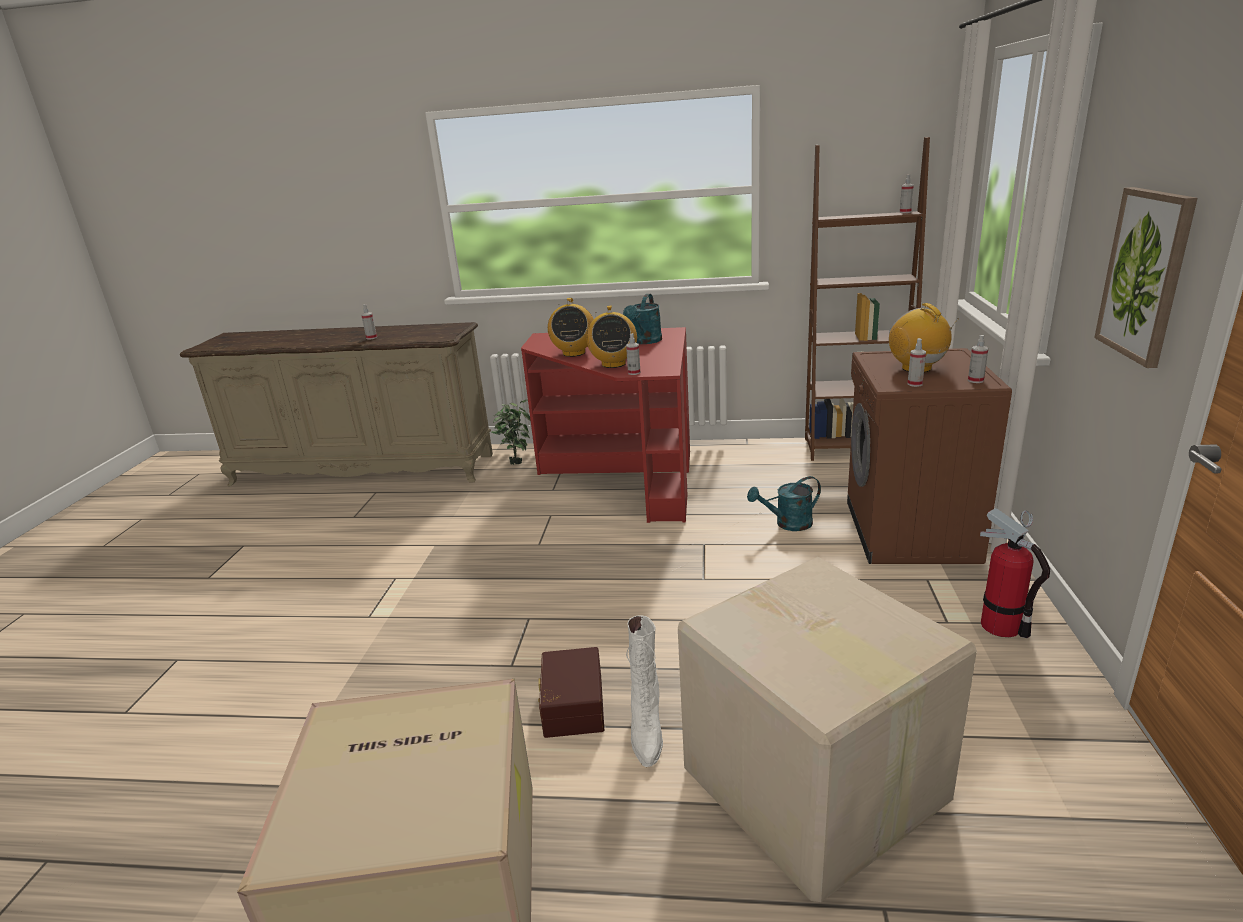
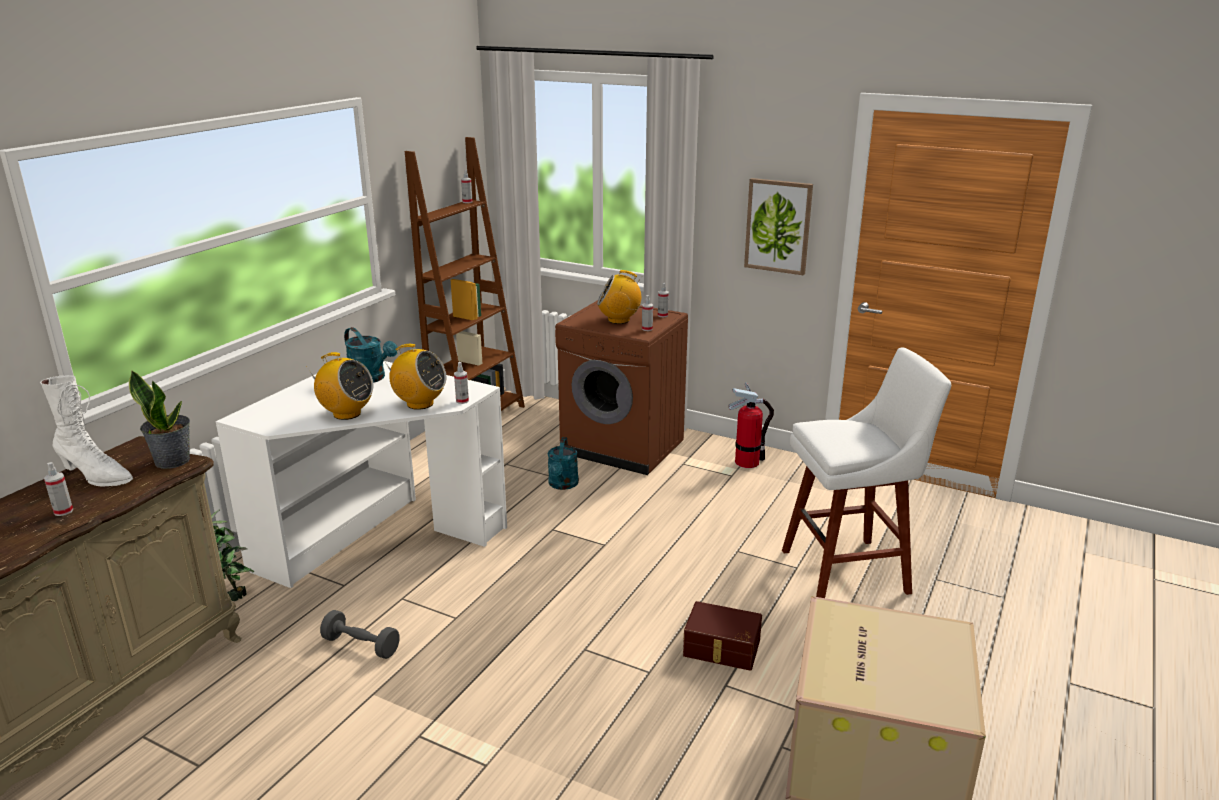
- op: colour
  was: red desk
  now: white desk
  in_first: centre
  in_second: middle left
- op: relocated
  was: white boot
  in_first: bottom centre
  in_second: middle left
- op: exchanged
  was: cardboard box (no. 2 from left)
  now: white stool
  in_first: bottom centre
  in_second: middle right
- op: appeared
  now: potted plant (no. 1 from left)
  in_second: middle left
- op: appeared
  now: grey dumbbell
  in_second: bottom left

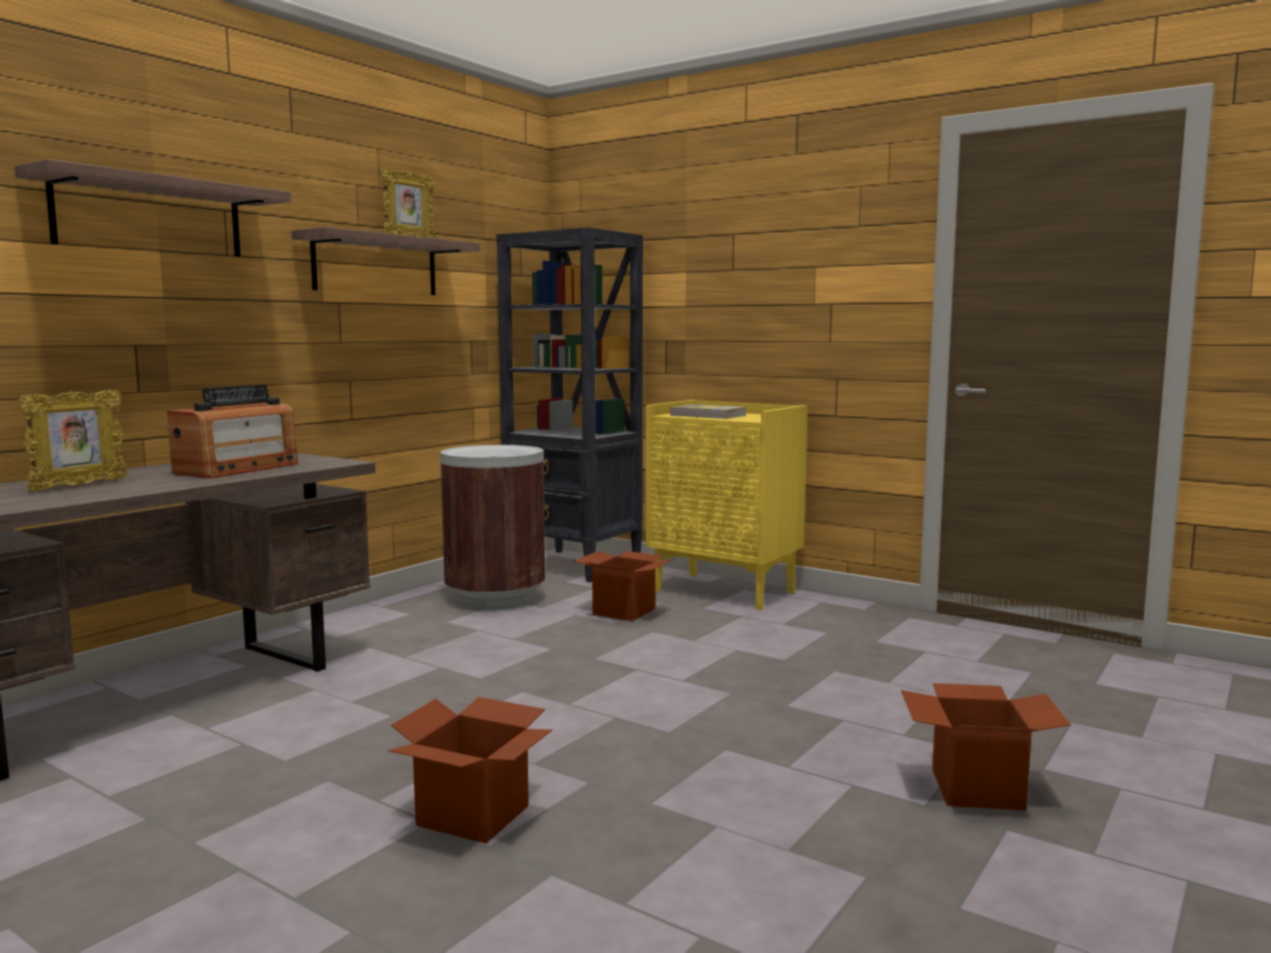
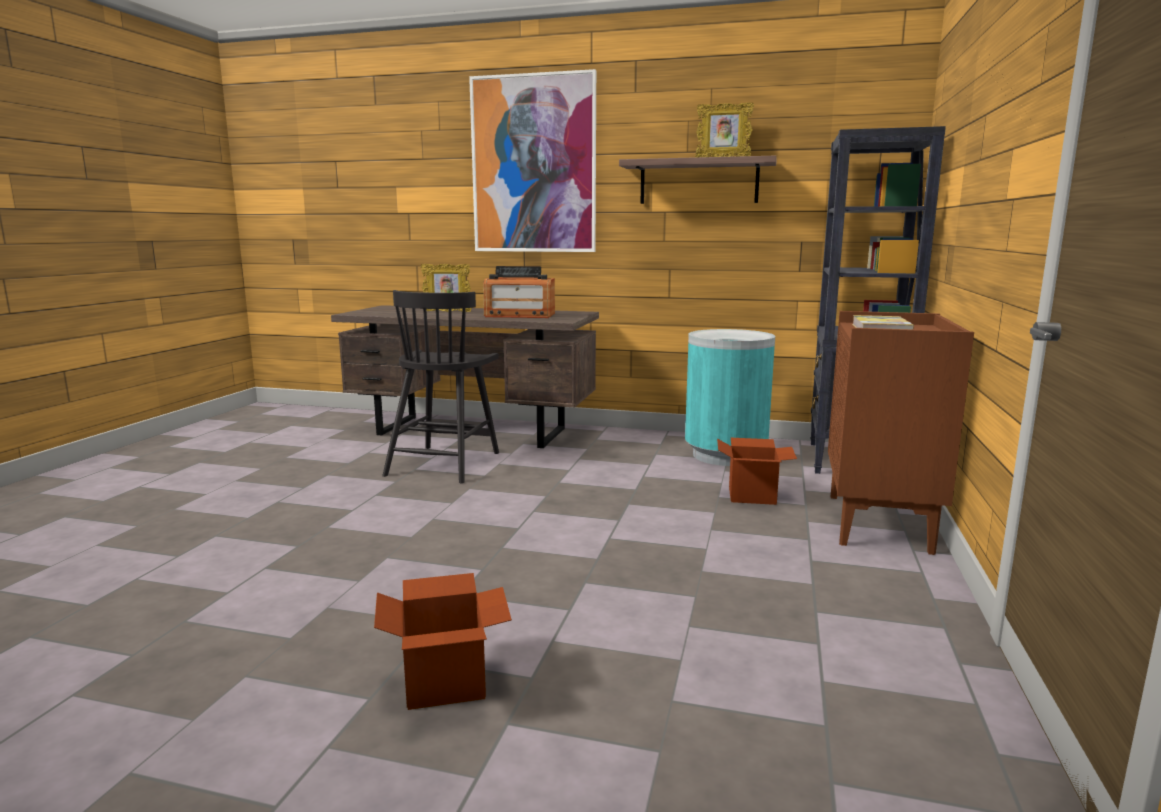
- op: exchanged
  was: shelf (no. 1 from left)
  now: picture
  in_first: top left
  in_second: top centre
- op: missing
  was: cardboard box (no. 1 from left)
  in_first: bottom centre
- op: colour
  was: brown trash can
  now: turquoise trash can
  in_first: centre
  in_second: centre
- op: colour
  was: yellow cabinet
  now: brown cabinet
  in_first: centre
  in_second: middle right
- op: appeared
  now: black chair
  in_second: centre

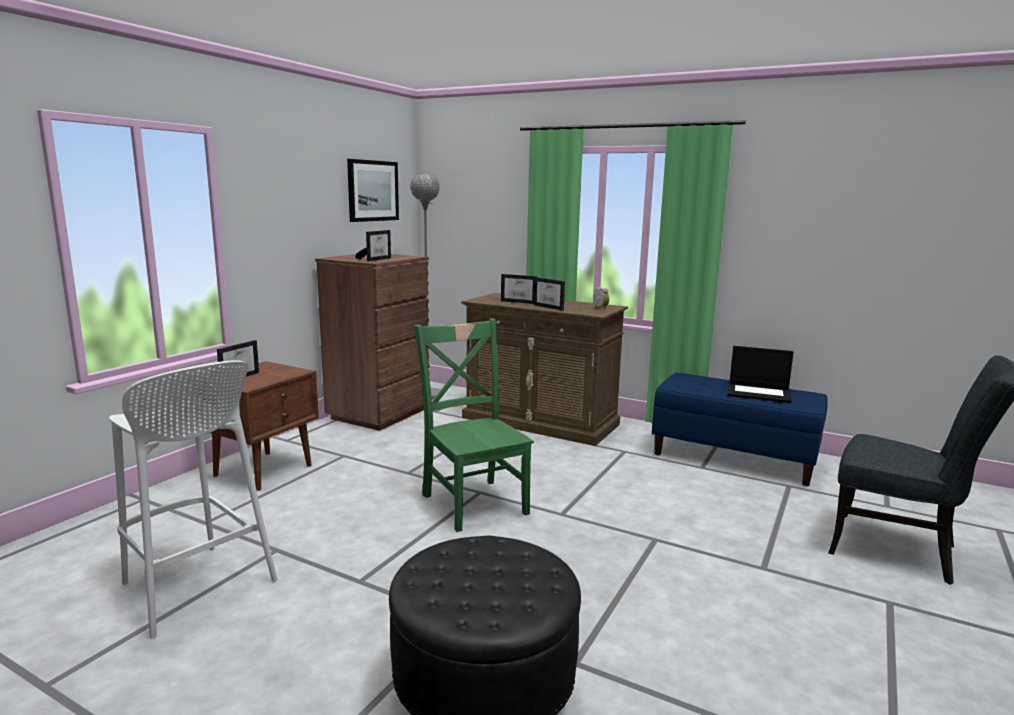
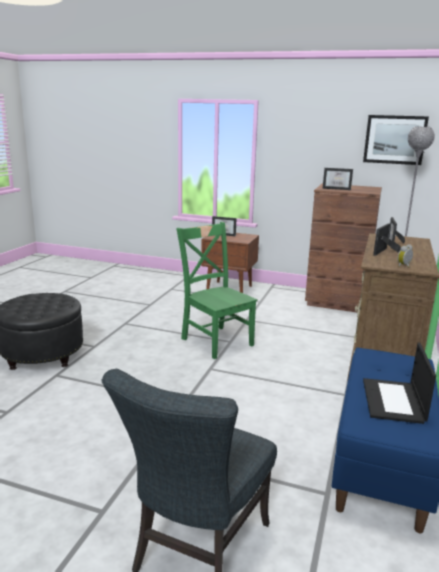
- op: missing
  was: white stool
  in_first: bottom left
- op: spun
  was: green chair
  in_first: centre
  in_second: centre
  clockwise: -90

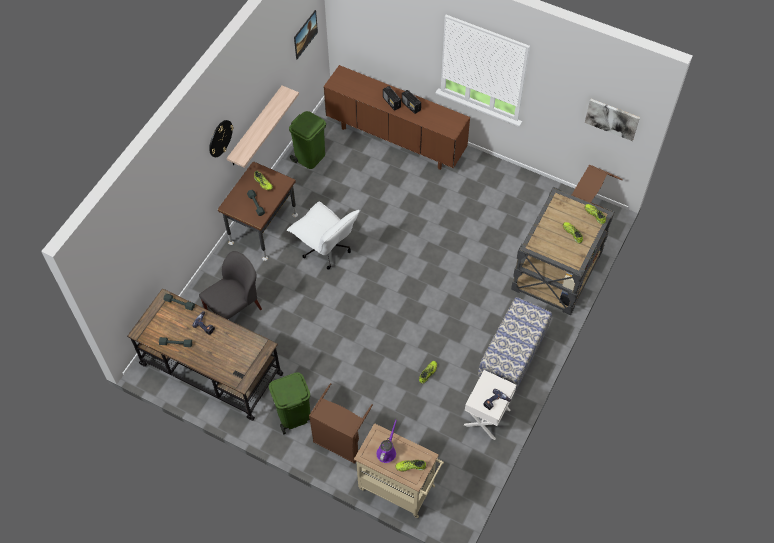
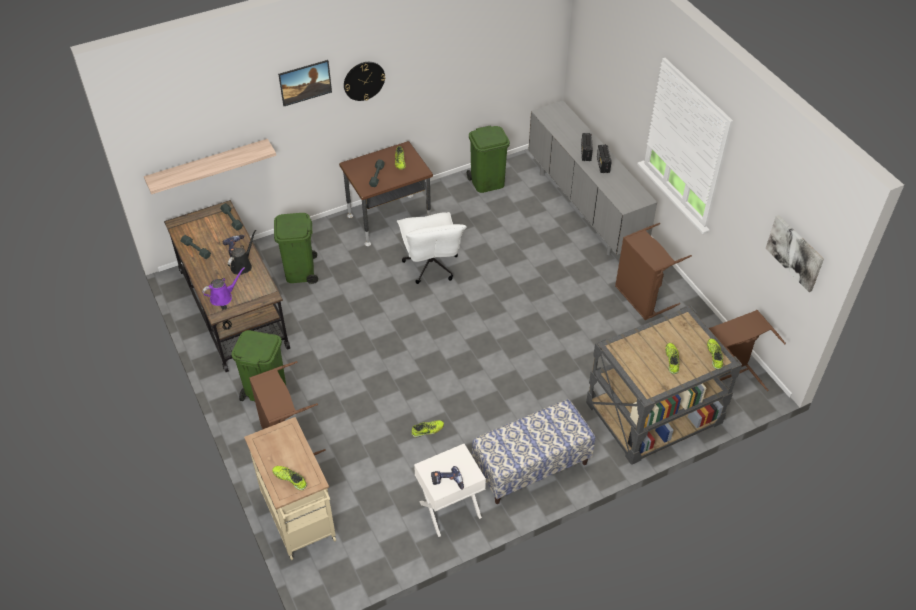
- op: exchanged
  was: grey chair
  now: green trash can (no. 2 from left)
  in_first: middle left
  in_second: middle left
- op: relocated
  was: shelf
  in_first: top centre
  in_second: top left
- op: relocated
  was: picture (no. 1 from left)
  in_first: top centre
  in_second: top left
- op: colour
  was: brown cabinet
  now: grey cabinet
  in_first: top centre
  in_second: top centre
- op: relocated
  was: purple watering can
  in_first: bottom centre
  in_second: middle left
- op: appeared
  now: black watering can
  in_second: middle left
- op: appeared
  now: brown laundry basket (no. 2 from left)
  in_second: middle right

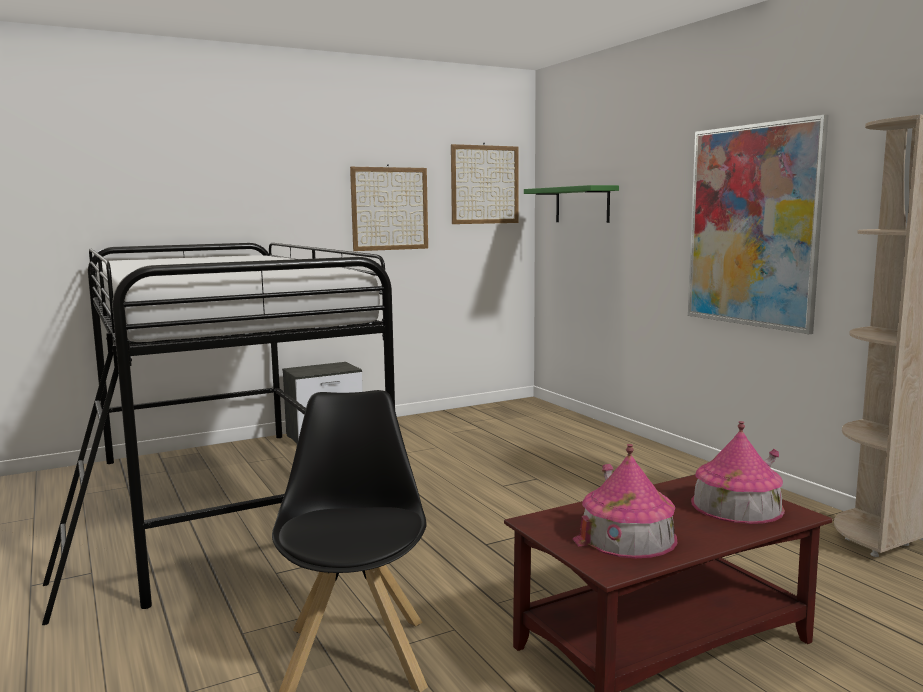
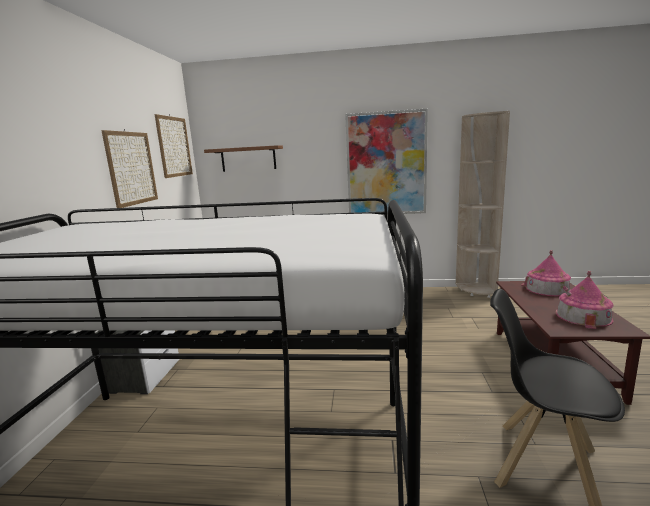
- op: colour
  was: green shelf
  now: brown shelf
  in_first: top centre
  in_second: top centre

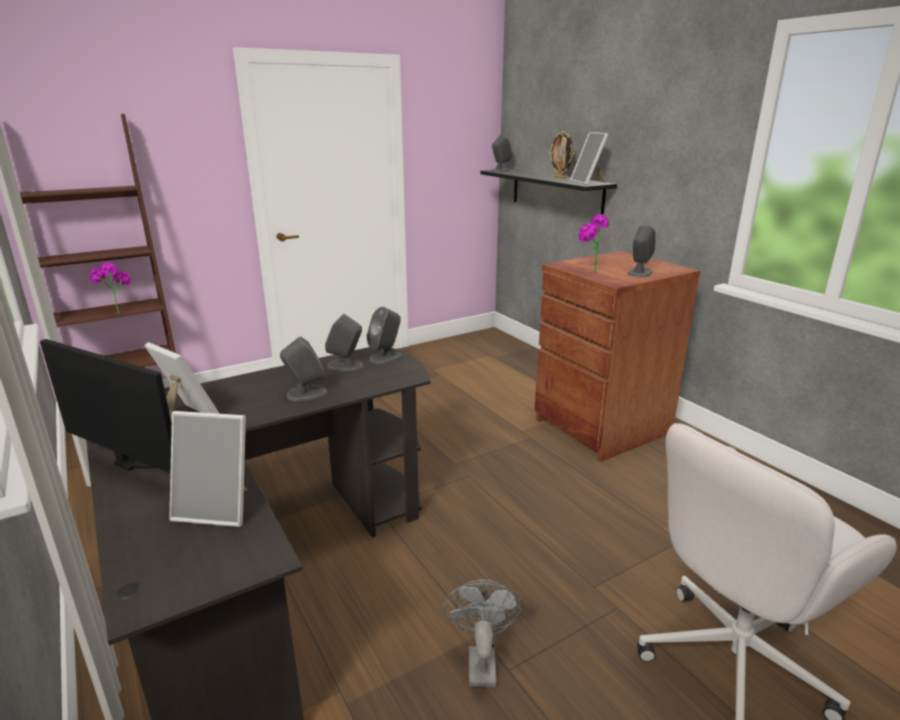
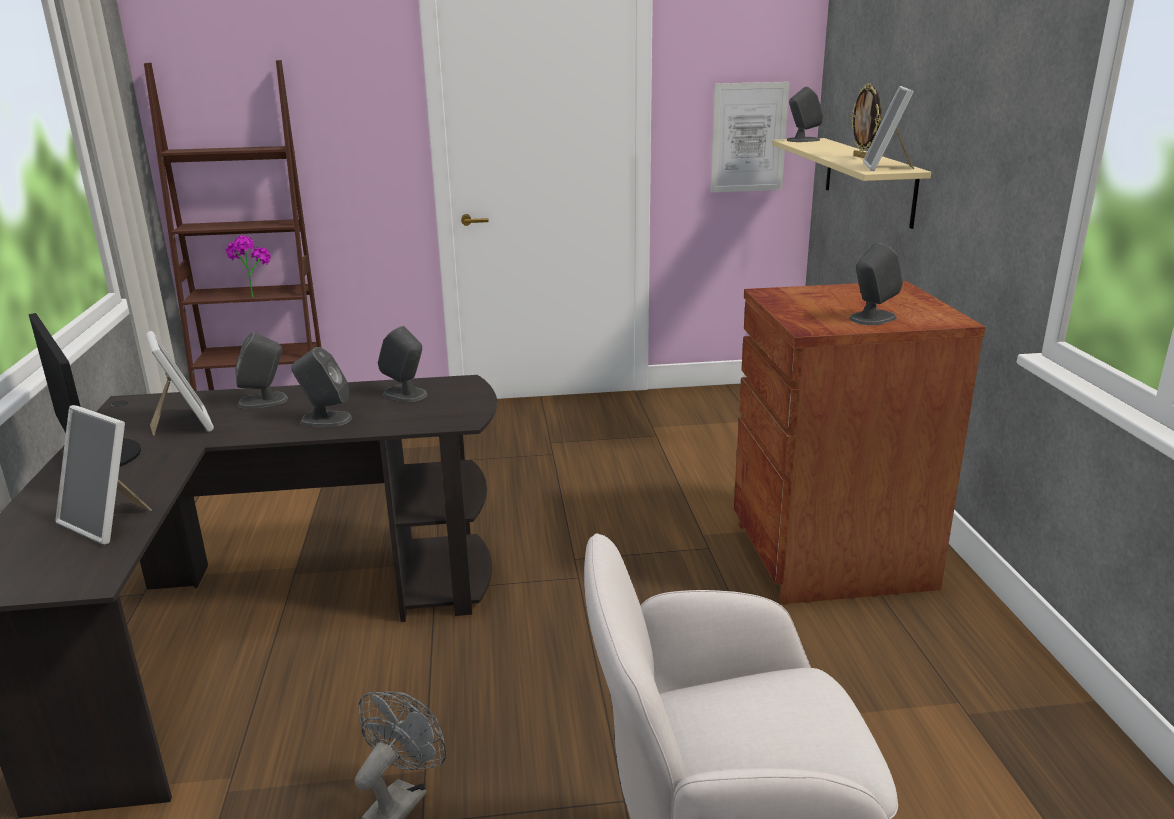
- op: relocated
  was: grey speaker (no. 3 from left in the first image)
  now: grey speaker (no. 1 from left)
  in_first: centre
  in_second: middle left
- op: colour
  was: black shelf
  now: beige shelf
  in_first: top centre
  in_second: top right
- op: missing
  was: potted plant (no. 2 from left)
  in_first: centre
- op: appeared
  now: picture
  in_second: top centre

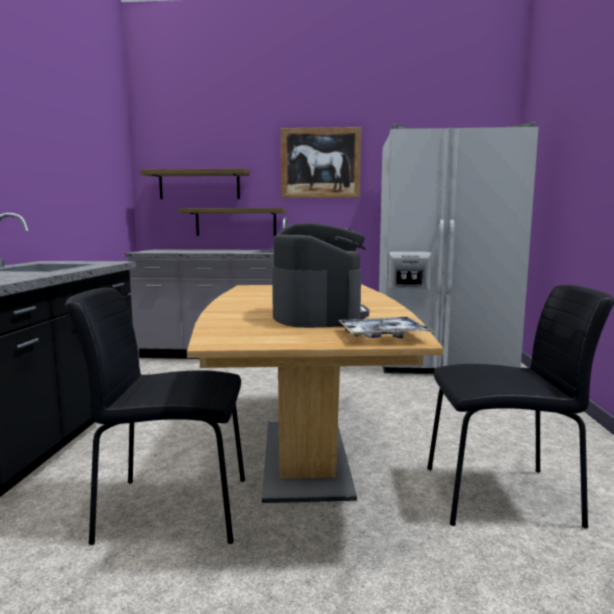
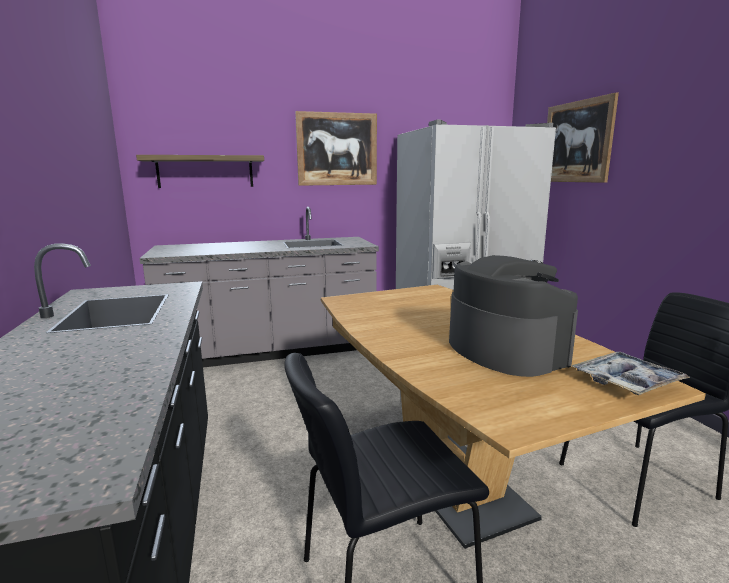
- op: missing
  was: shelf (no. 2 from left)
  in_first: centre
- op: appeared
  now: picture (no. 2 from left)
  in_second: top right

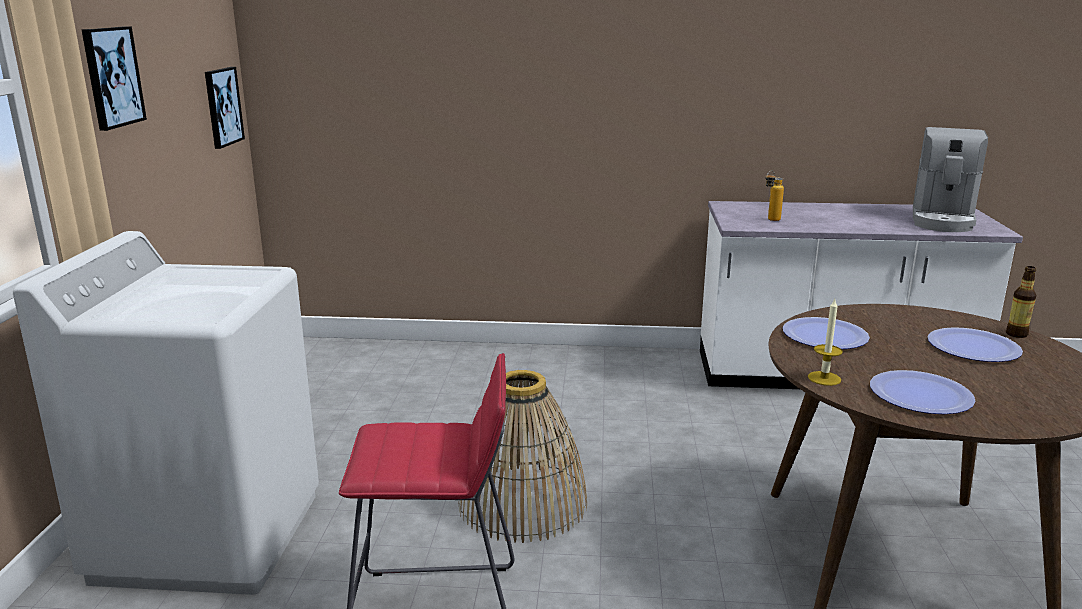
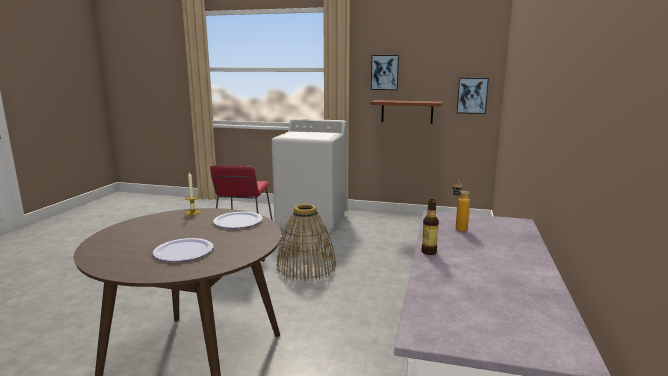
- op: missing
  was: plate (no. 2 from left)
  in_first: middle right
- op: missing
  was: coffee machine
  in_first: top right
- op: relocated
  was: bottle (no. 2 from left in the first image)
  now: bottle (no. 1 from left)
  in_first: middle right
  in_second: centre
- op: appeared
  now: brown shelf
  in_second: top centre

